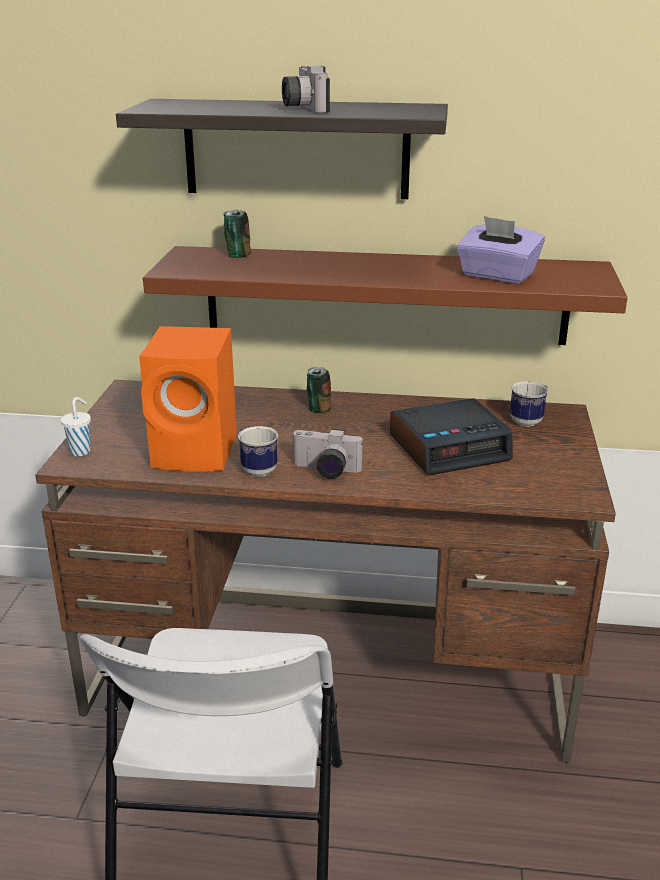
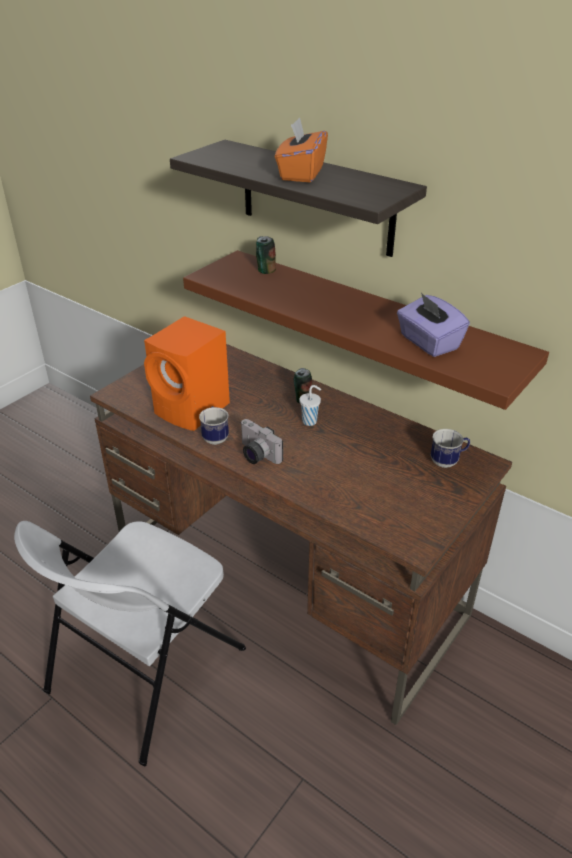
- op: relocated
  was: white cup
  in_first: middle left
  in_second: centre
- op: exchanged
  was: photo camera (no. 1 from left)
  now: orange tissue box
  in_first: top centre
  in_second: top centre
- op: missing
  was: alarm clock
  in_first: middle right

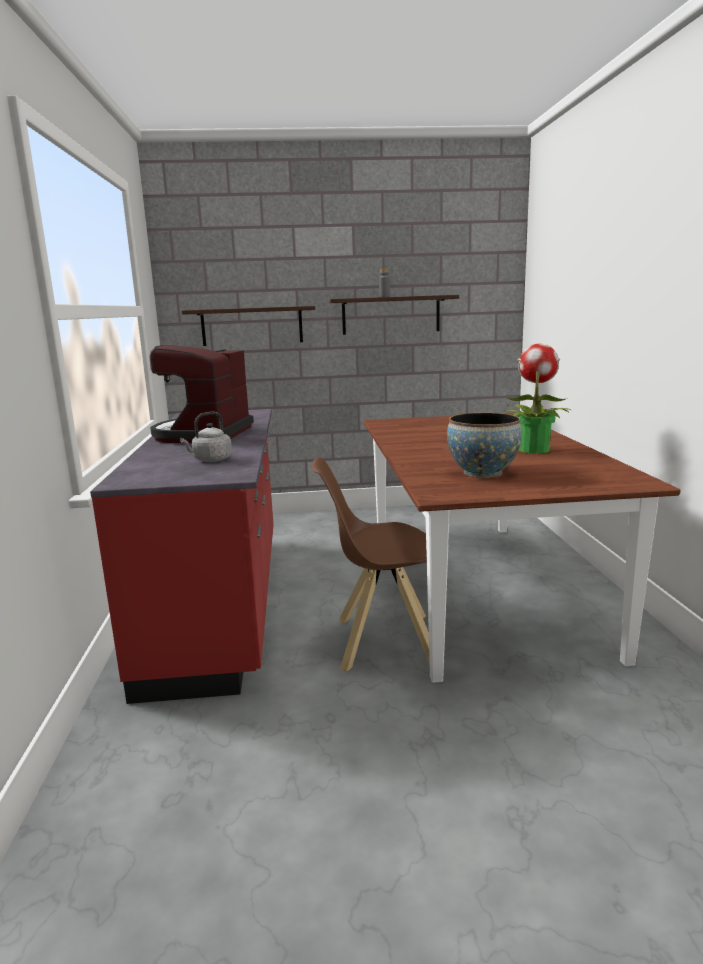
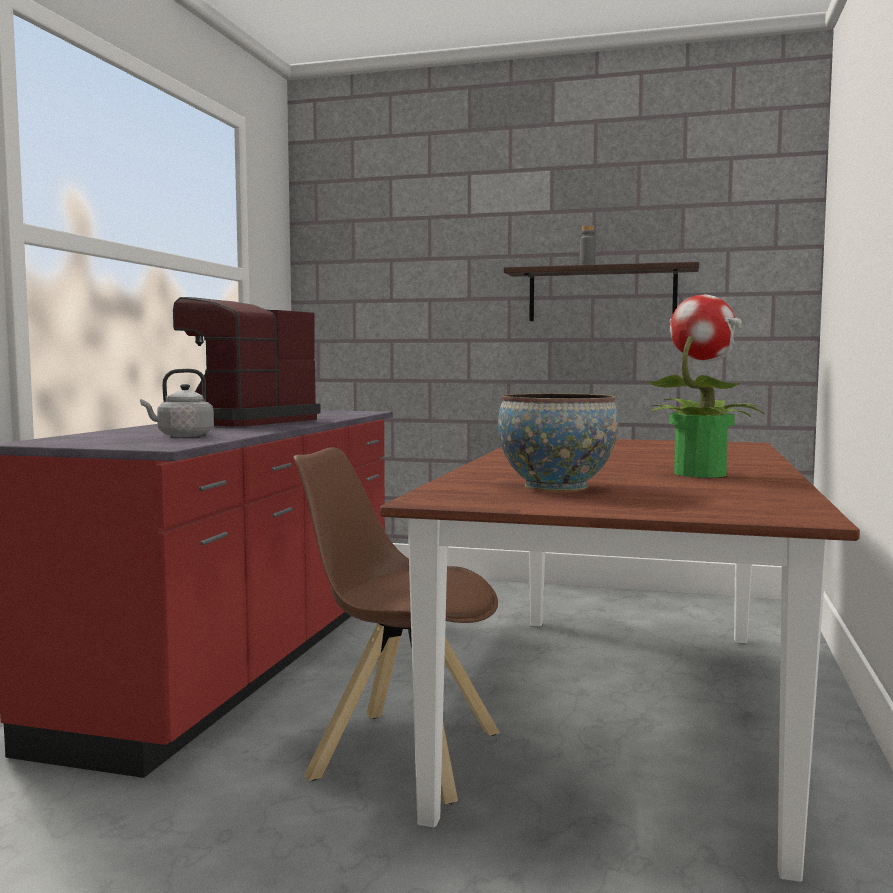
- op: missing
  was: shelf (no. 1 from left)
  in_first: centre

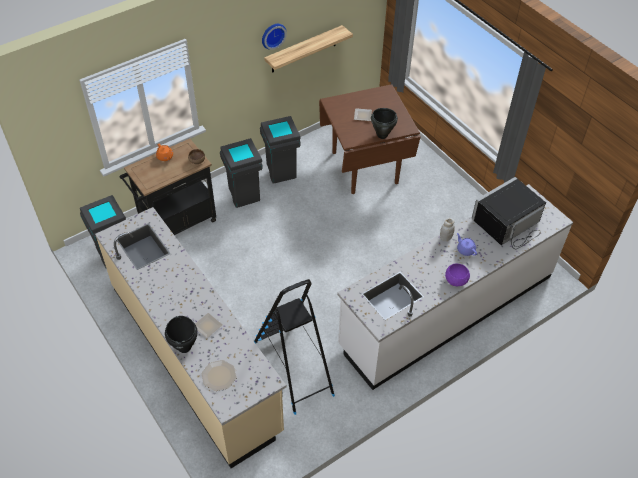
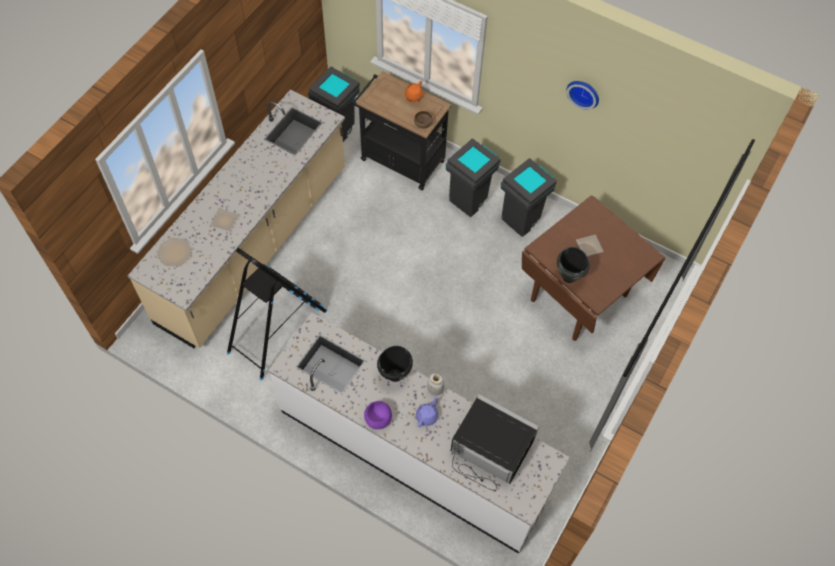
- op: relocated
  was: black cooking pot (no. 1 from left)
  in_first: bottom left
  in_second: centre
- op: missing
  was: shelf
  in_first: top centre

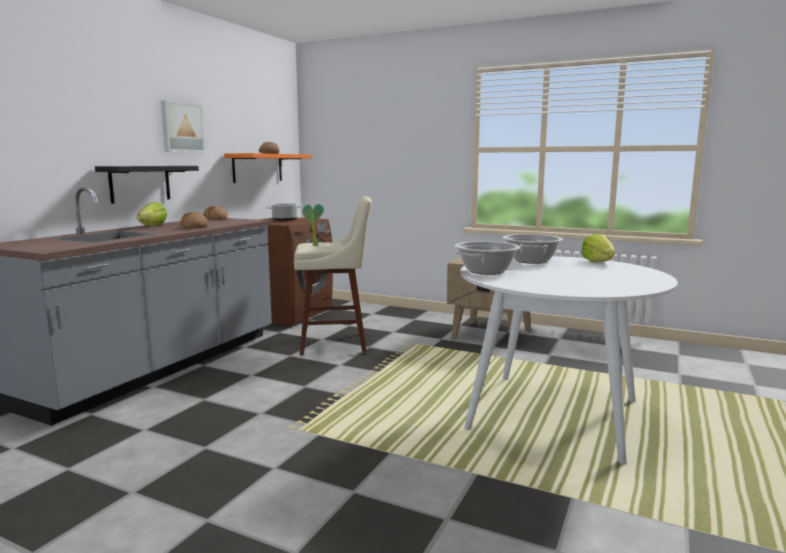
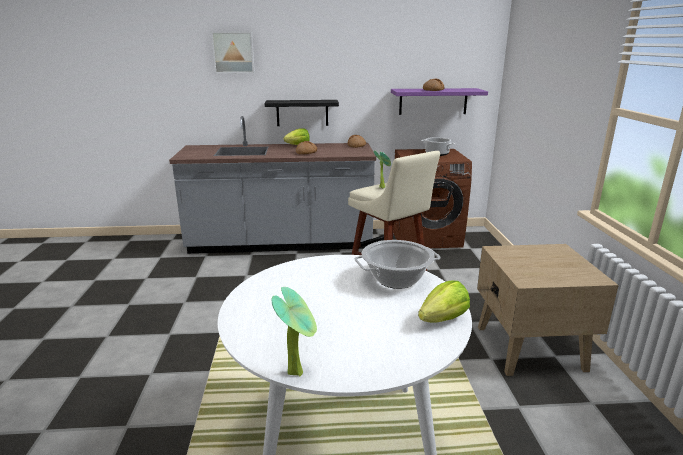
- op: relocated
  was: picture
  in_first: top left
  in_second: top centre
- op: colour
  was: orange shelf
  now: purple shelf
  in_first: top centre
  in_second: top centre
- op: missing
  was: cooking pot (no. 2 from left)
  in_first: centre
- op: appeared
  now: potted plant (no. 1 from left)
  in_second: bottom centre

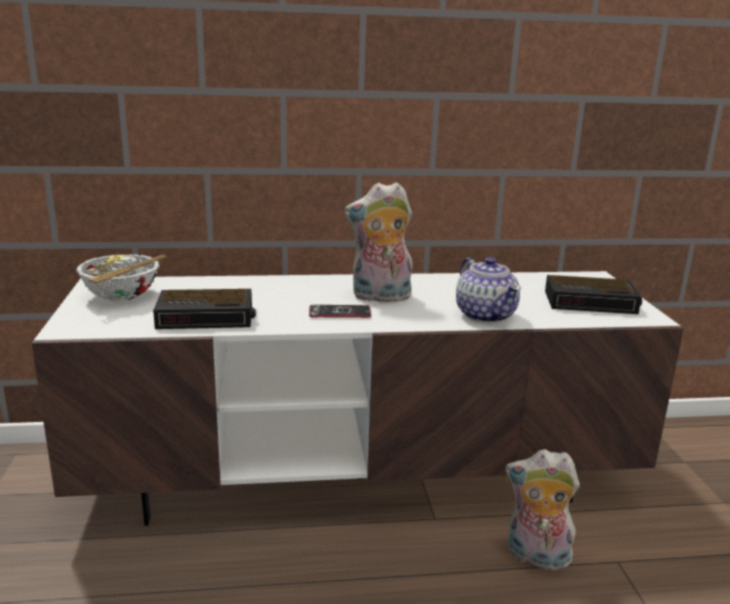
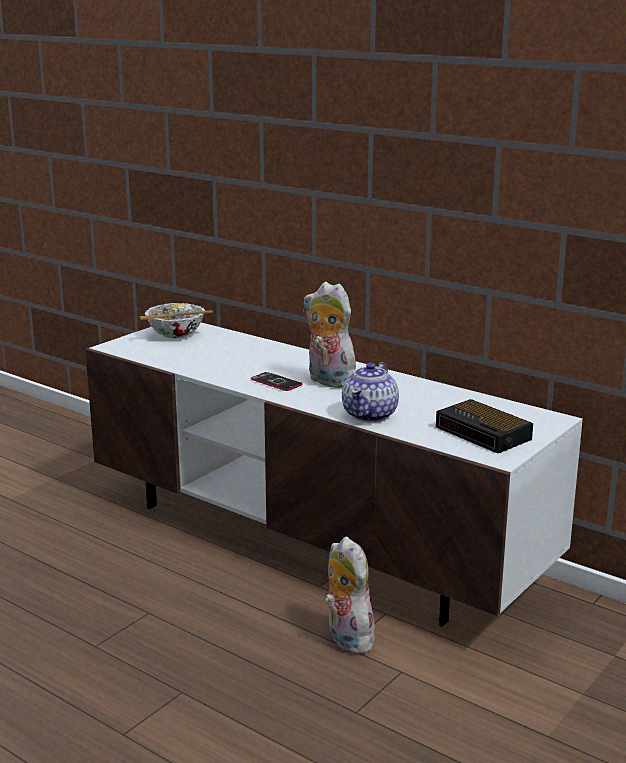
- op: missing
  was: alarm clock (no. 1 from left)
  in_first: middle left

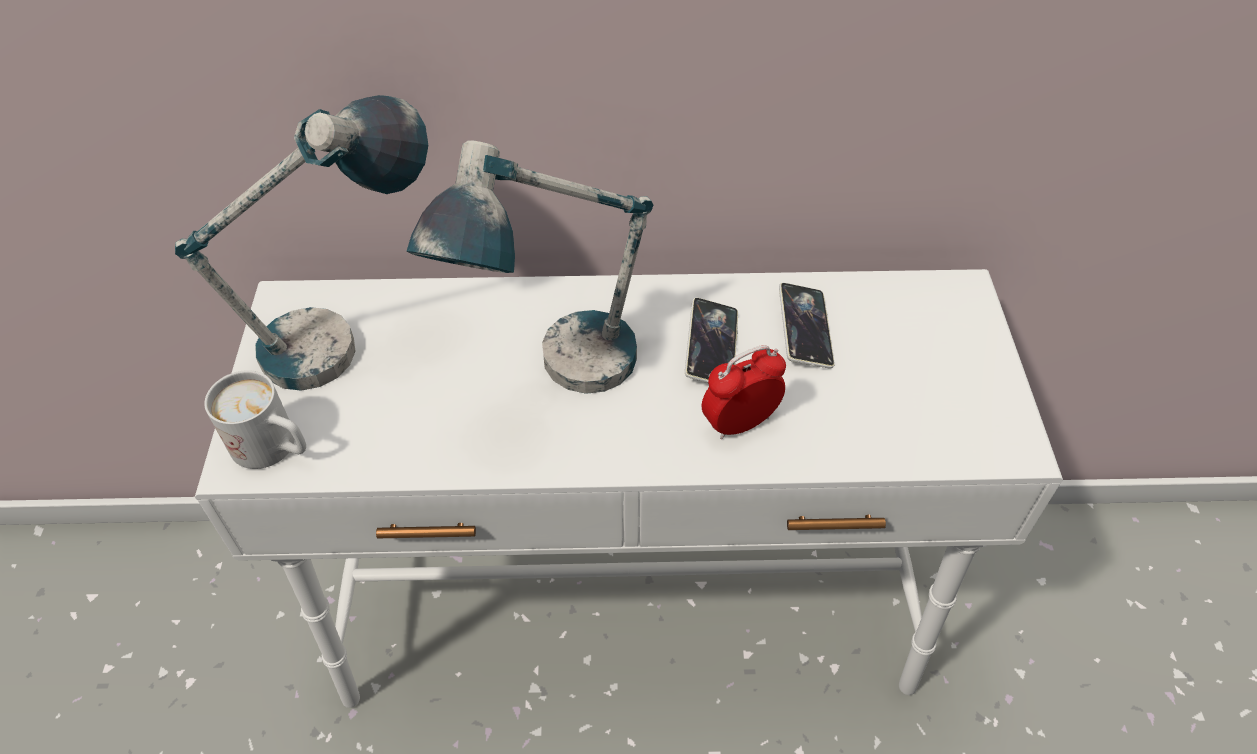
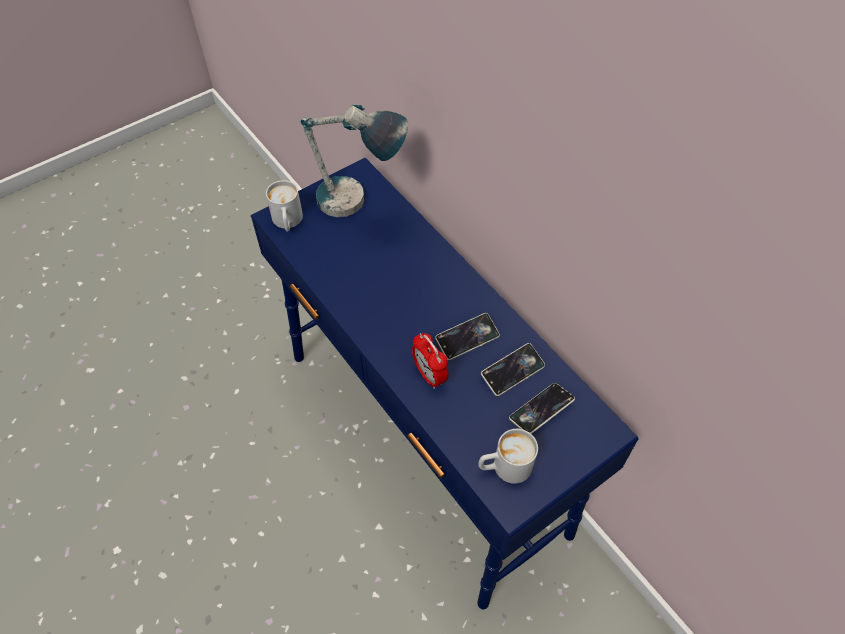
- op: colour
  was: white console table
  now: blue console table
  in_first: centre
  in_second: centre
- op: missing
  was: table lamp (no. 2 from left)
  in_first: centre
- op: spun
  was: alarm clock
  in_first: centre
  in_second: centre
  clockwise: -150
- op: appeared
  now: white mug (no. 2 from left)
  in_second: bottom centre
- op: appeared
  now: phone (no. 3 from left)
  in_second: centre

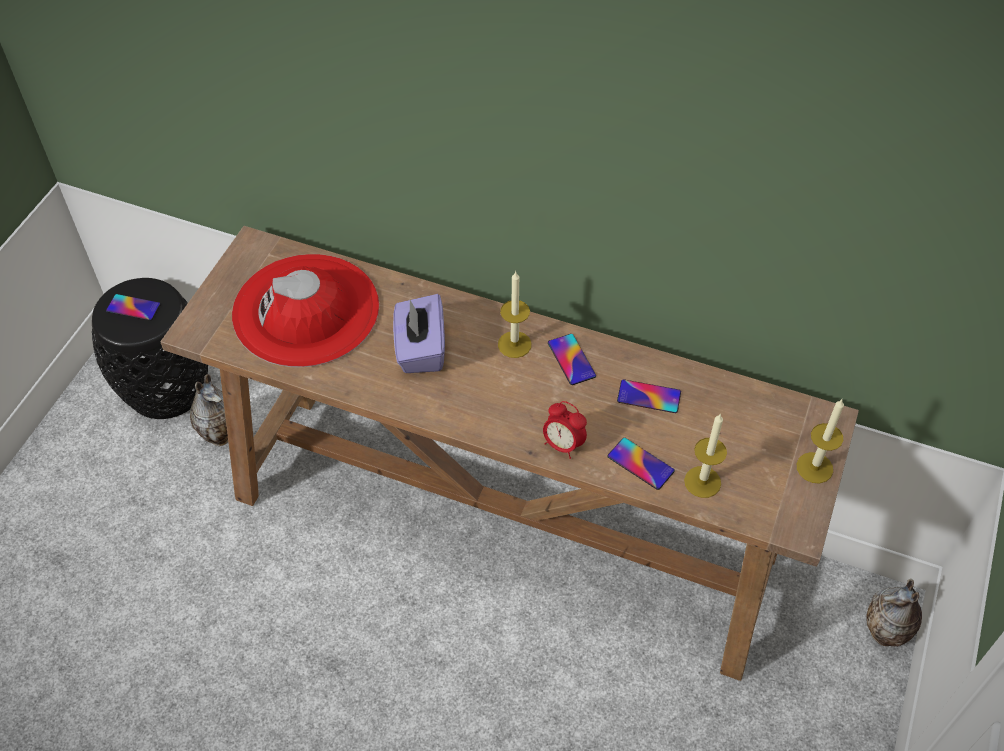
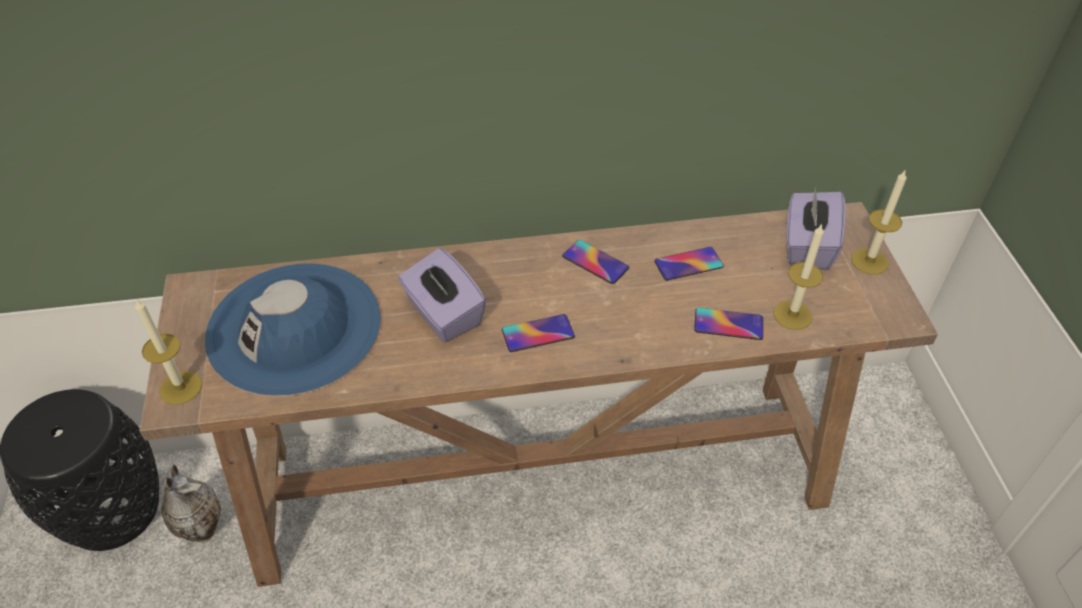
- op: relocated
  was: phone (no. 1 from left)
  in_first: middle left
  in_second: centre
- op: colour
  was: red hat
  now: blue hat
  in_first: middle left
  in_second: middle left
- op: relocated
  was: candle (no. 1 from left)
  in_first: centre
  in_second: middle left
- op: missing
  was: alarm clock
  in_first: centre
- op: missing
  was: vase (no. 2 from left)
  in_first: bottom right
- op: appeared
  now: purple tissue box (no. 2 from left)
  in_second: middle right

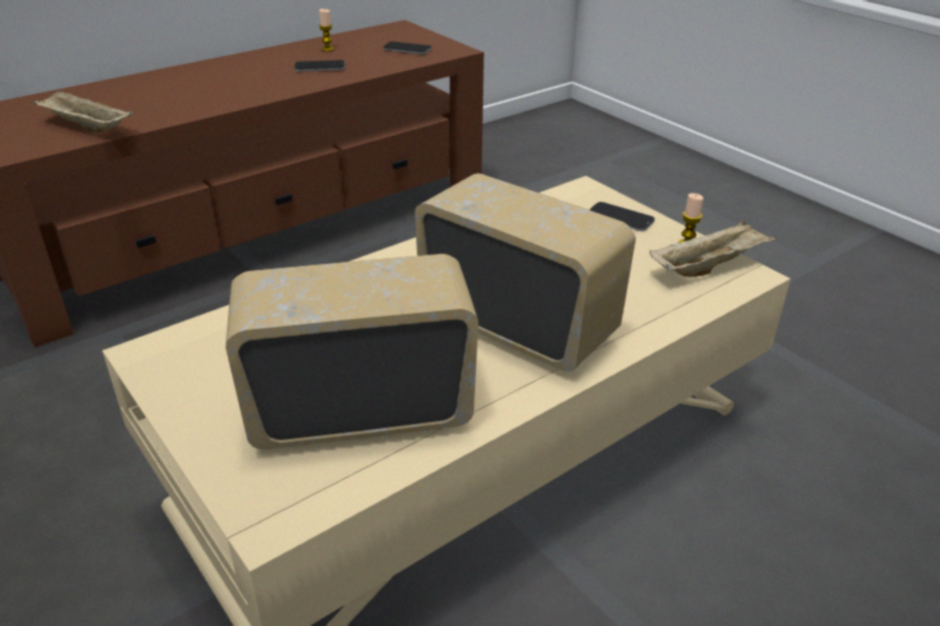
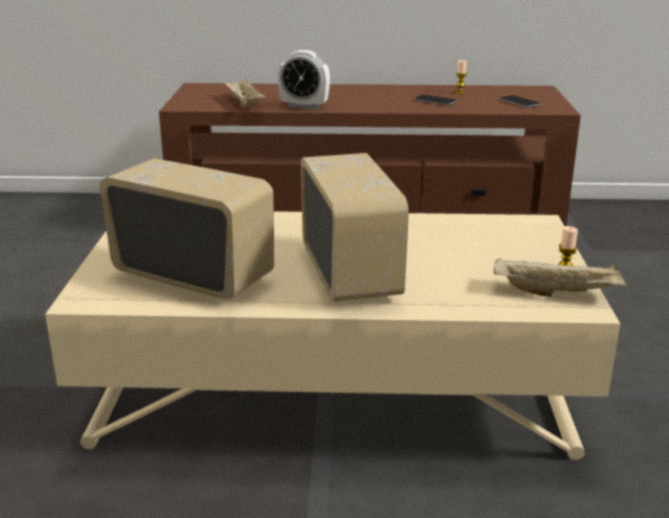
- op: missing
  was: phone (no. 3 from left)
  in_first: centre
- op: appeared
  now: alarm clock
  in_second: top centre

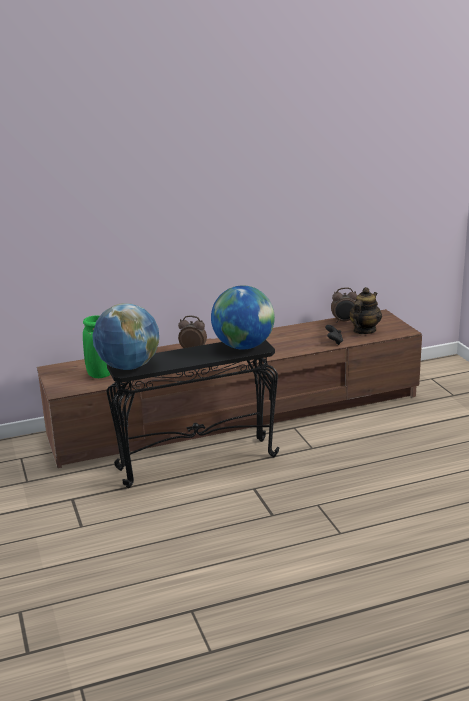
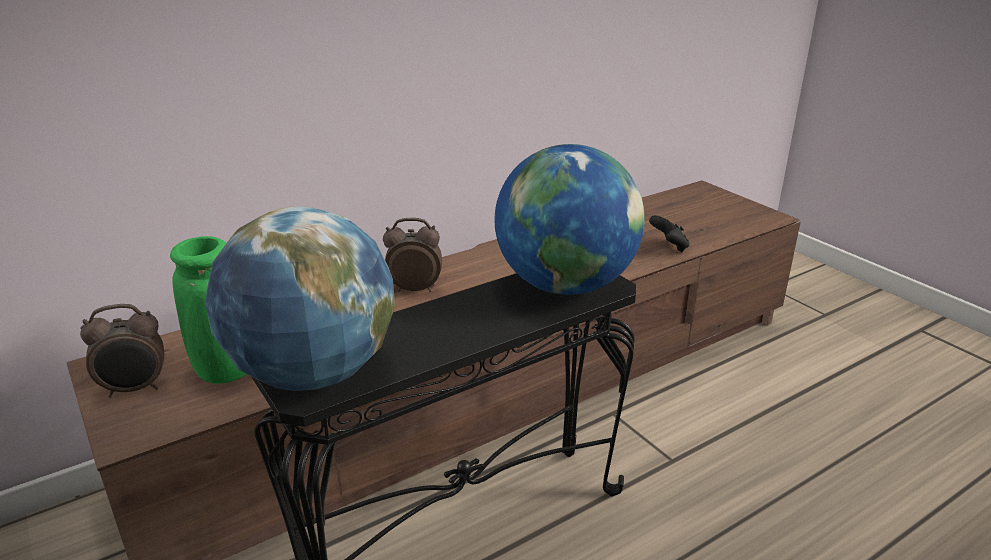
- op: relocated
  was: alarm clock (no. 2 from left in the first image)
  now: alarm clock (no. 1 from left)
  in_first: middle right
  in_second: middle left
- op: missing
  was: teapot
  in_first: middle right

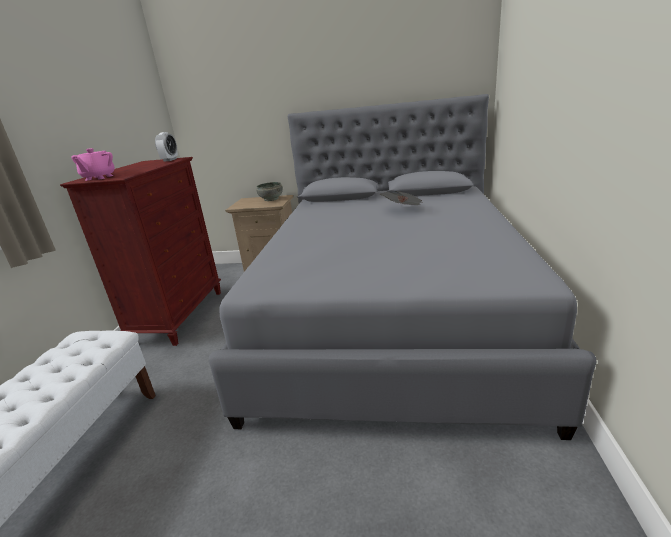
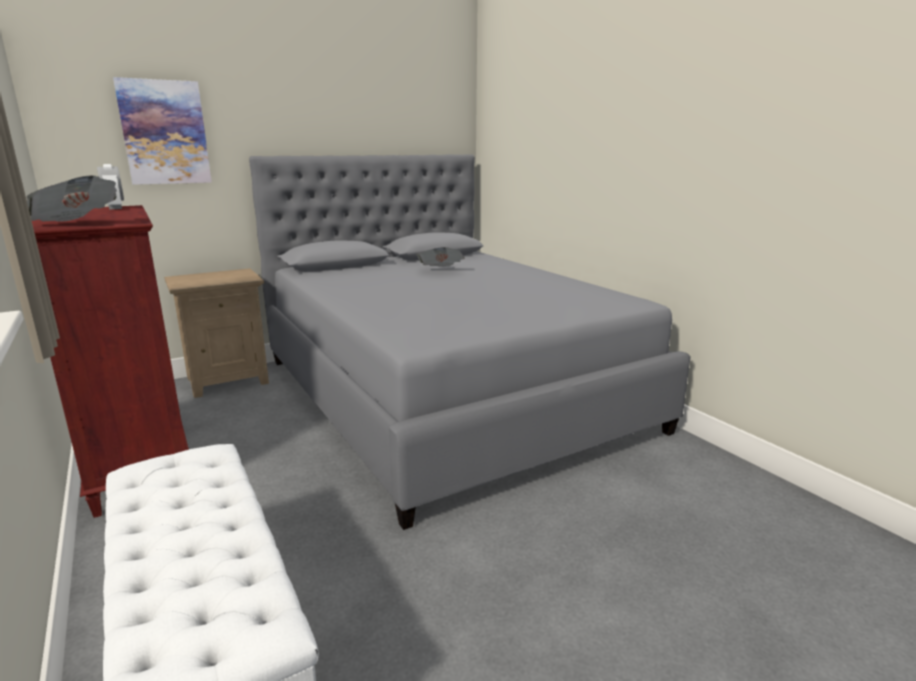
- op: exchanged
  was: pink teapot
  now: newspaper (no. 1 from left)
  in_first: top left
  in_second: top left
- op: missing
  was: grey bowl
  in_first: centre
- op: appeared
  now: picture
  in_second: top left

